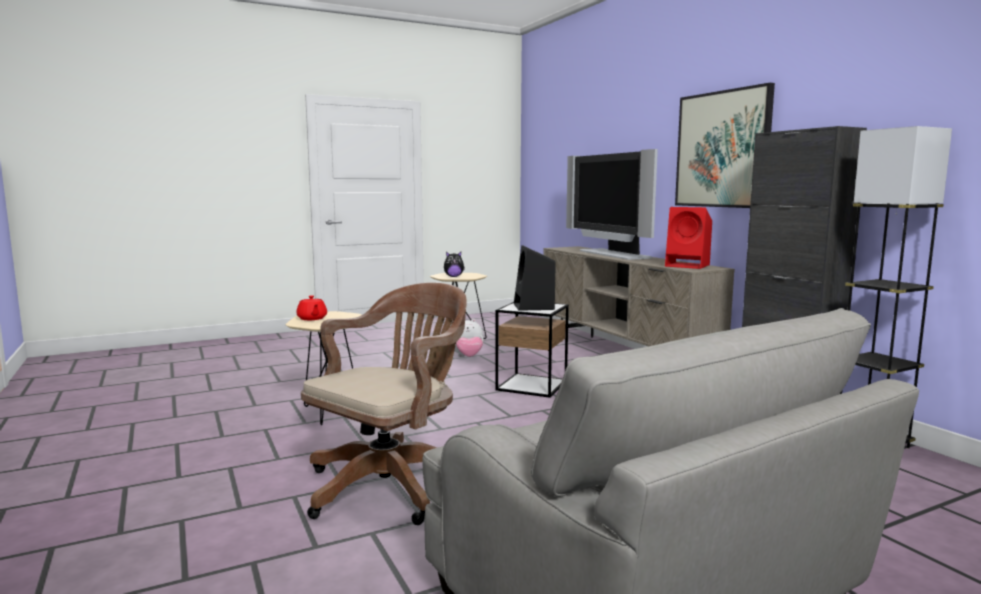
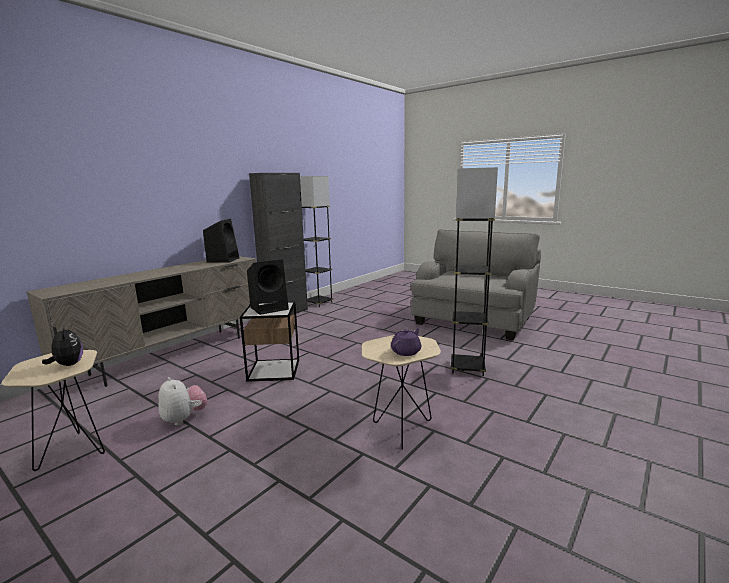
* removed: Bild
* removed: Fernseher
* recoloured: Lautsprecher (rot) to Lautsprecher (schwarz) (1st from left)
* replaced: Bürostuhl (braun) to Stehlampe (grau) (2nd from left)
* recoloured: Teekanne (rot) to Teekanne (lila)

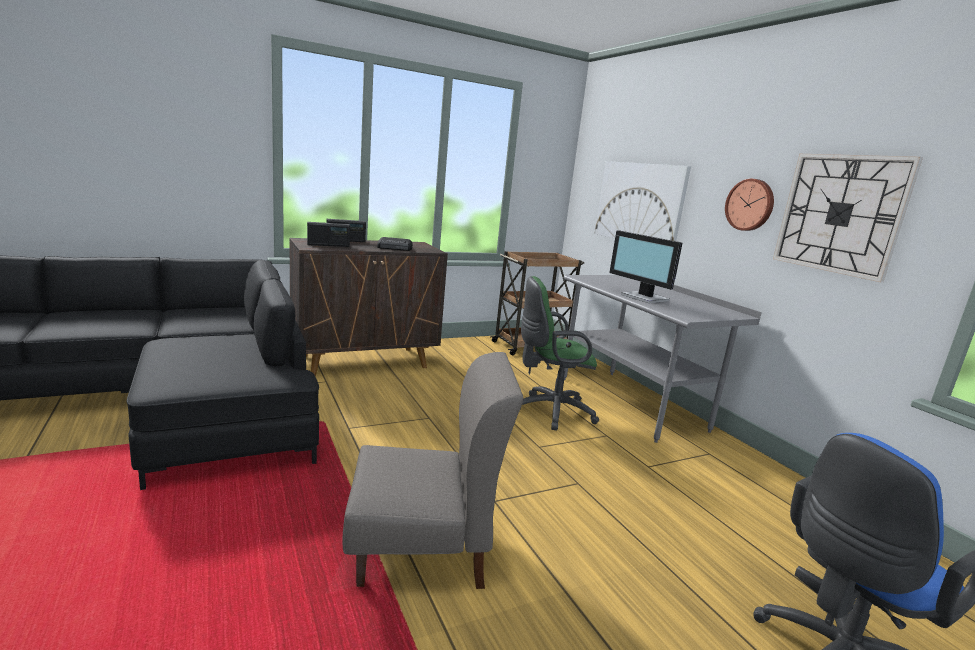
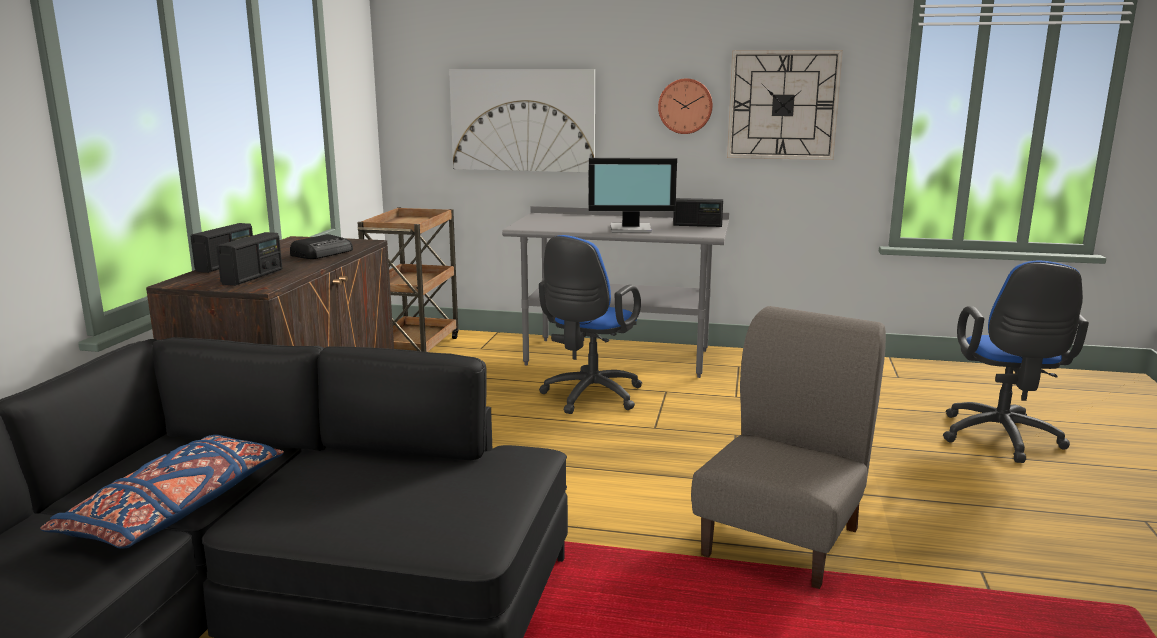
* recoloured: Bürostuhl (grün) to Bürostuhl (blau) (1st from left)
* added: Radio (4th from left)
* added: Kissen (blau)

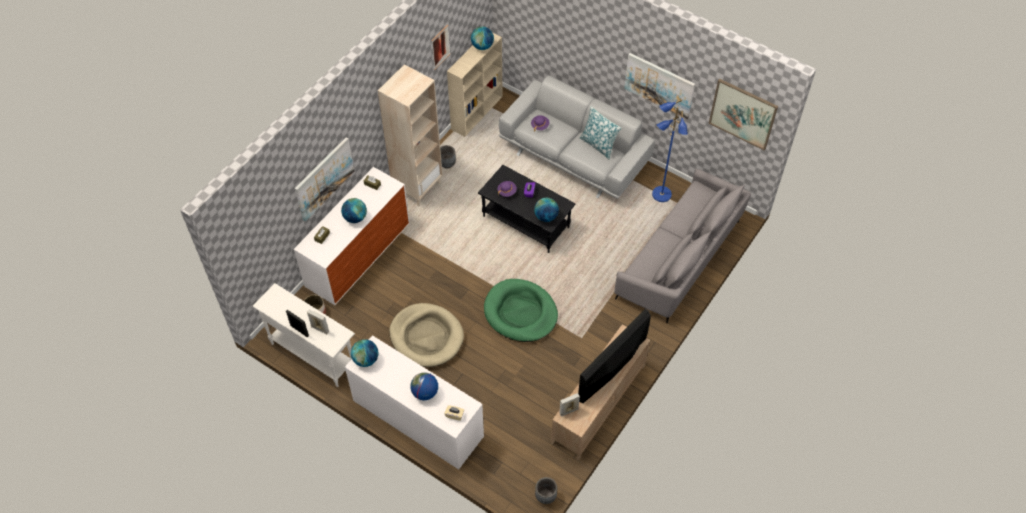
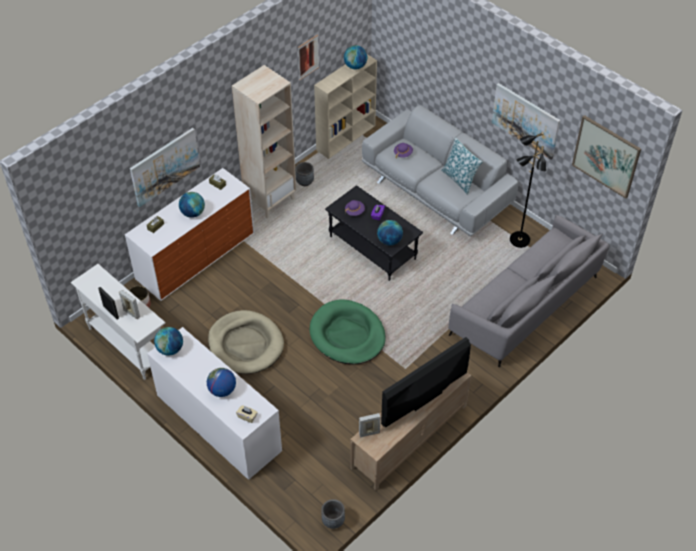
* recoloured: Stehlampe (blau) to Stehlampe (schwarz)

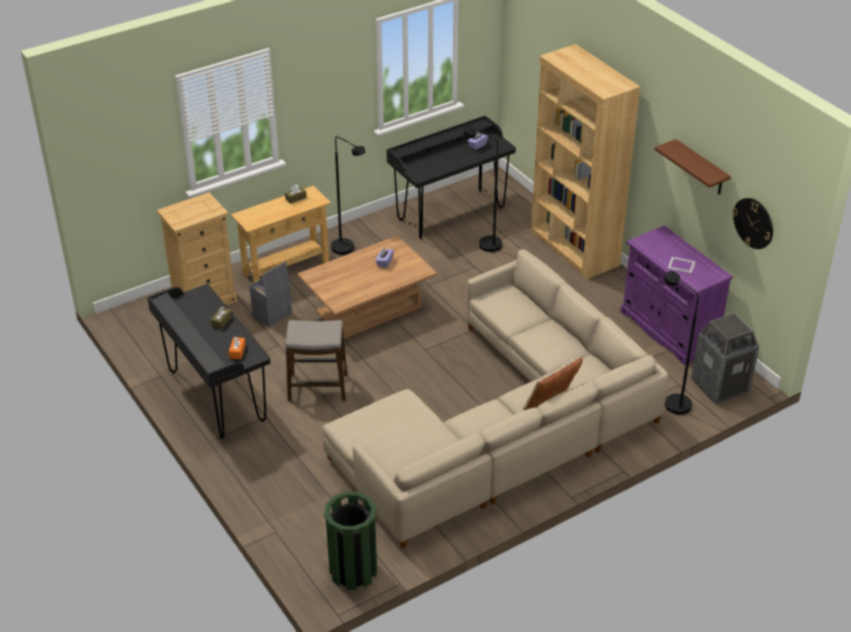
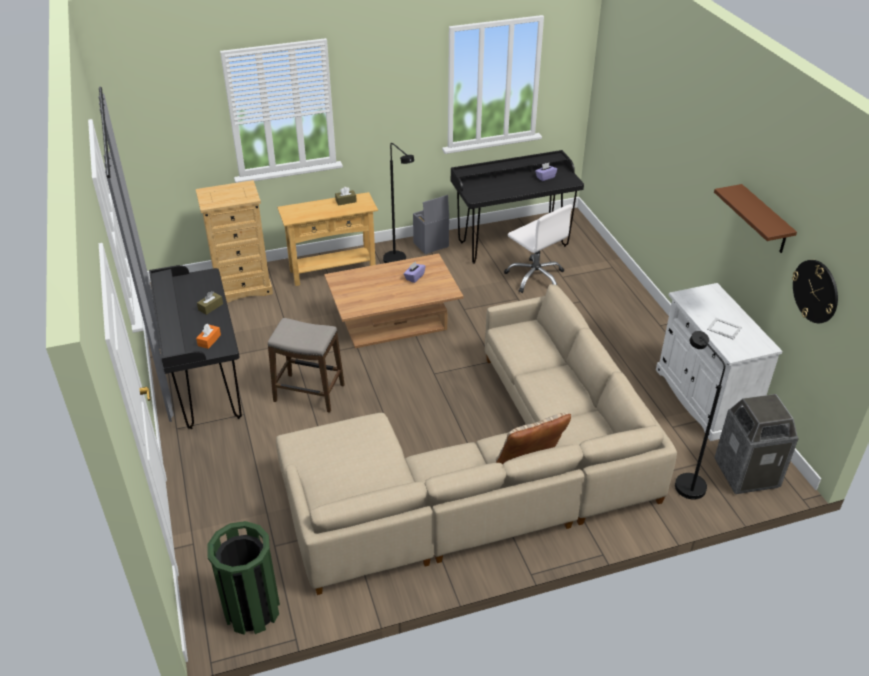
* removed: Bücherregal (braun)
* replaced: Stehlampe (schwarz) (2nd from left) to Bürostuhl (weiß)
* recoloured: Schrank (lila) to Schrank (weiß)
* moved: Aufbewahrungsbox (grau)

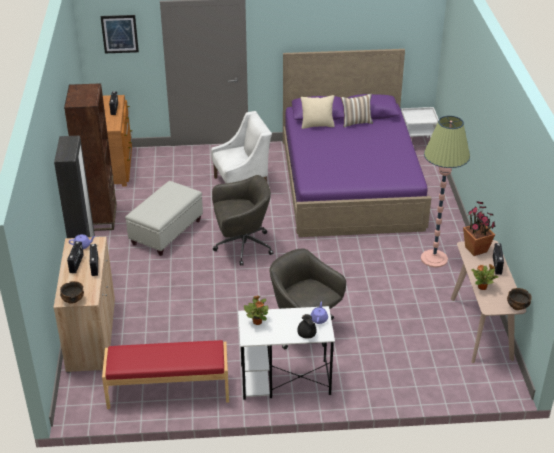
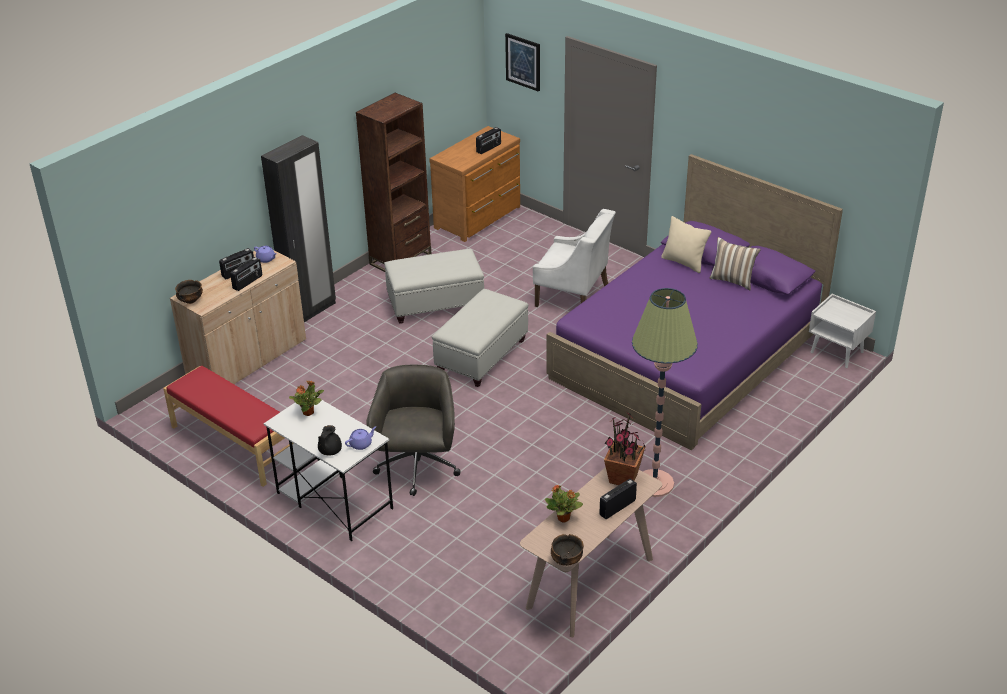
* replaced: Bürostuhl (grau) (1st from left) to Polsterhocker (weiß) (2nd from left)

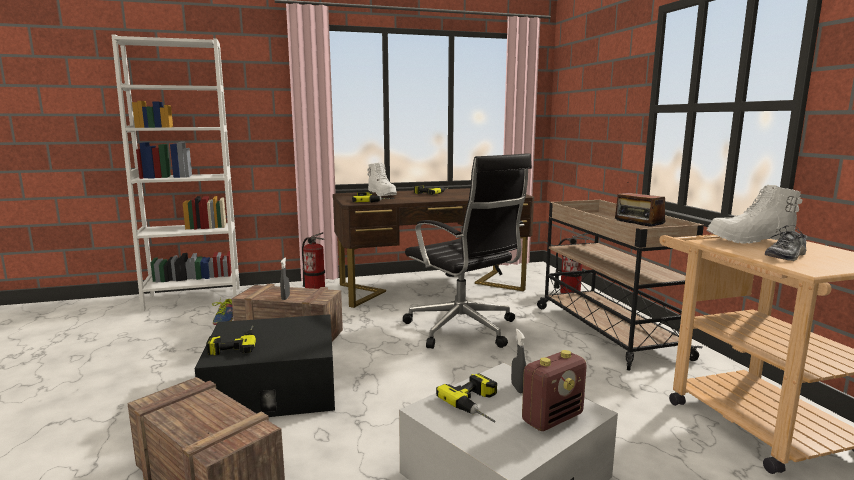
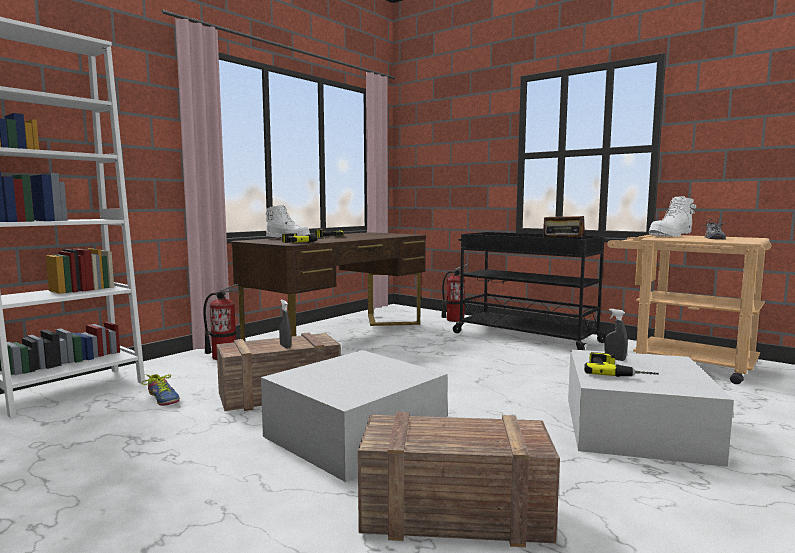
* removed: Bürostuhl (schwarz)
* recoloured: Rollwagen (beige) (1st from left) to Rollwagen (schwarz)
* recoloured: Aufbewahrungsbox (schwarz) to Aufbewahrungsbox (weiß) (1st from left)
* removed: Bohrmaschine (1st from left)
* removed: Radio (1st from left)

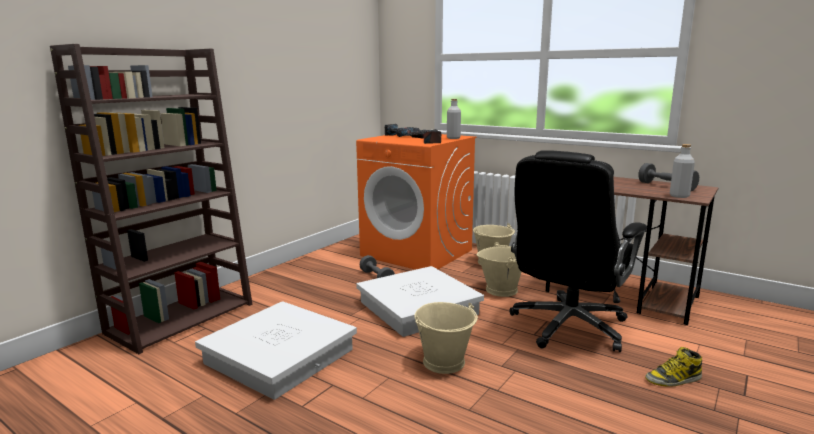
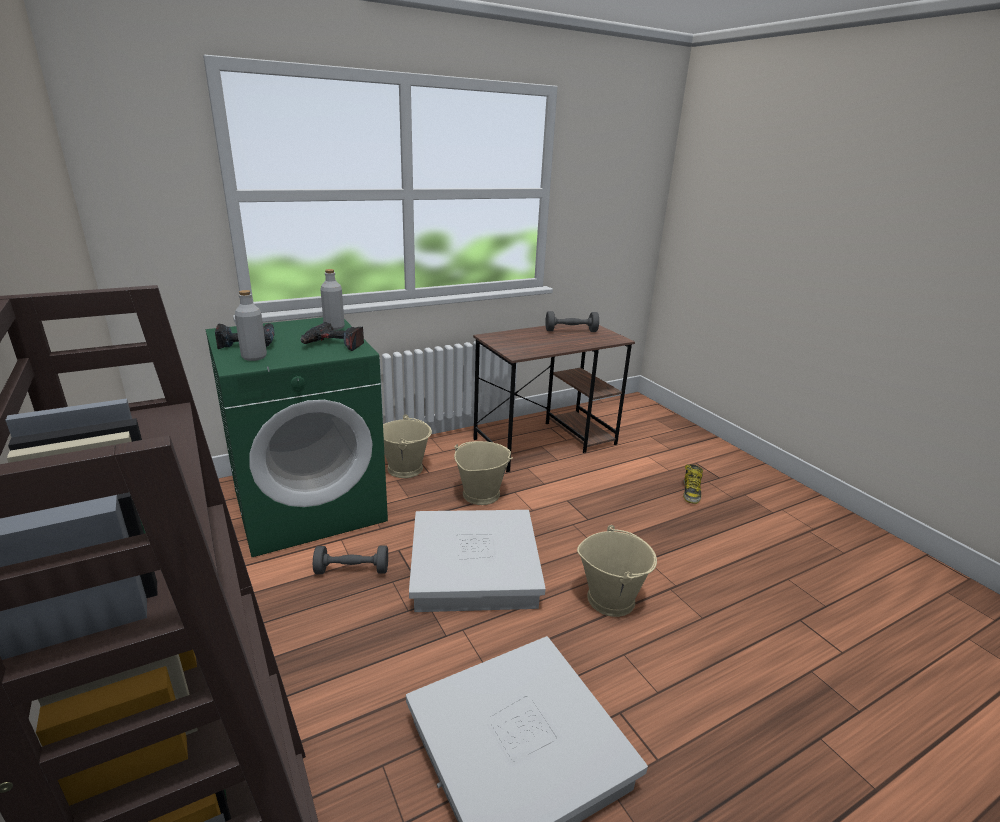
* recoloured: Waschmaschine (orange) to Waschmaschine (grün)
* moved: Flasche (grau) (2nd from left in the first image) to Flasche (grau) (1st from left)
* removed: Bürostuhl (schwarz)

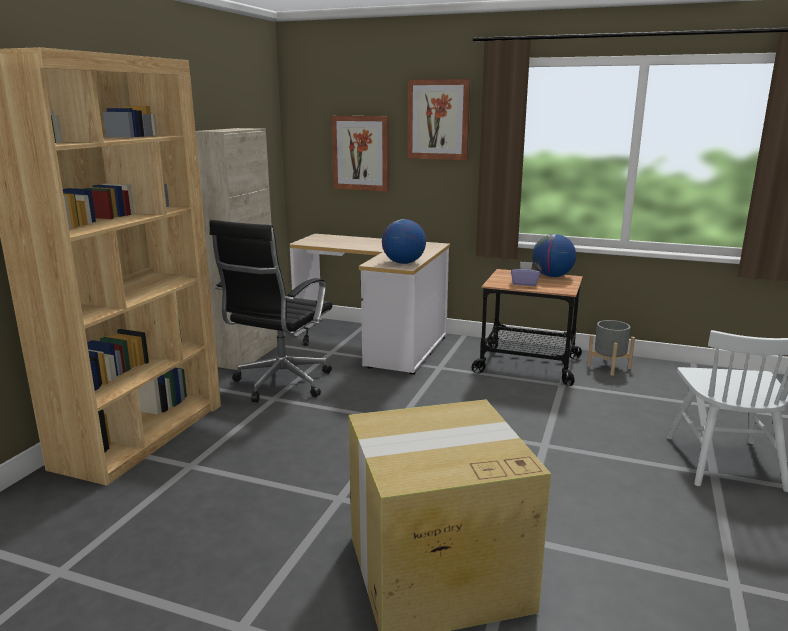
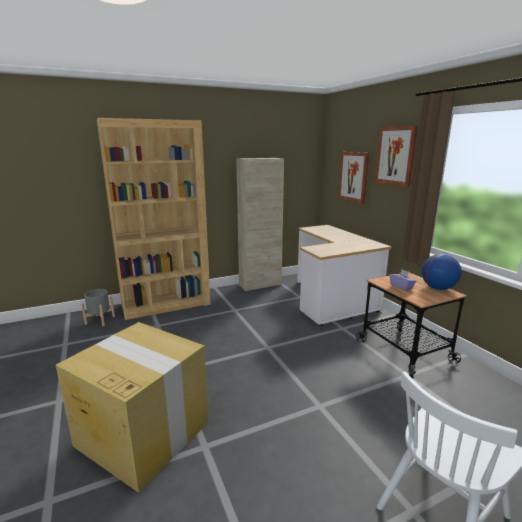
* removed: Globus (1st from left)
* removed: Bürostuhl (schwarz)
* moved: Pflanzkübel (grau)

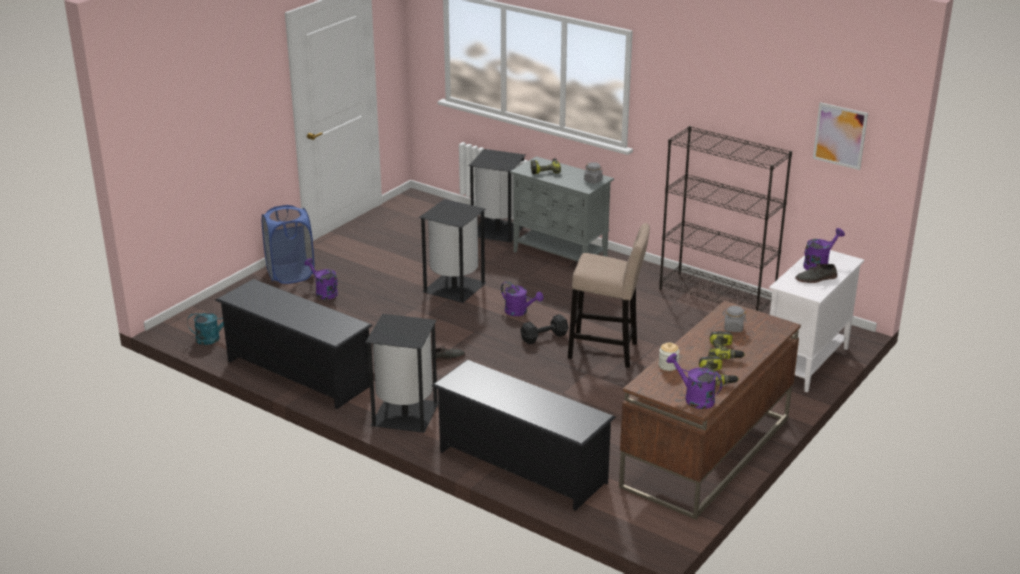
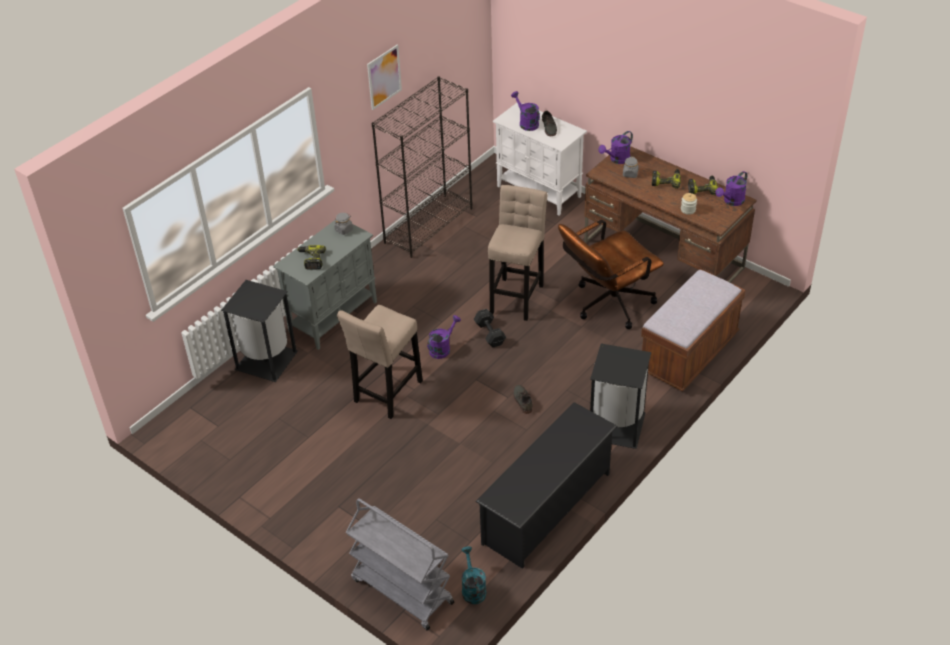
* moved: Bild
* replaced: Mülleimer (schwarz) (2nd from left) to Hocker (beige) (1st from left)
* removed: Wäschekorb (blau)
* moved: Gießkanne (lila) (1st from left in the first image) to Gießkanne (lila) (3rd from left)
* replaced: Schuhregal (schwarz) (2nd from left) to Bank (braun)
* added: Bürostuhl (braun)
* added: Rollwagen (grau)

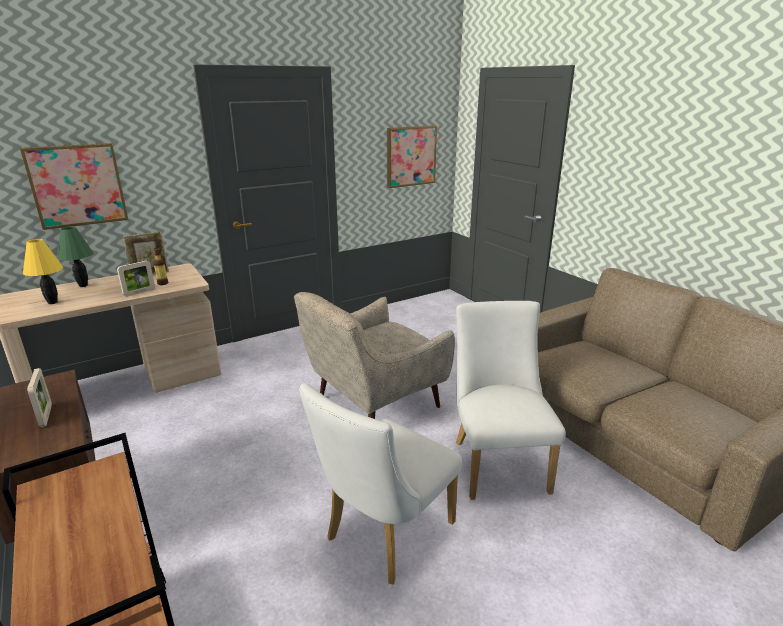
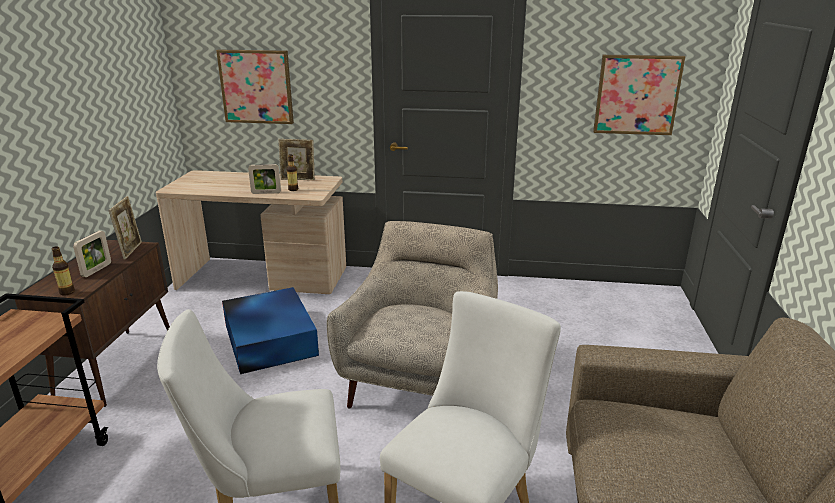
* removed: Tischlampe (grün)
* removed: Tischlampe (gelb)
* turned: Sessel (beige) 105 degrees clockwise
* added: Bilderrahmen (2nd from left)
* added: Flasche (1st from left)
* added: Aufbewahrungsbox (blau)

